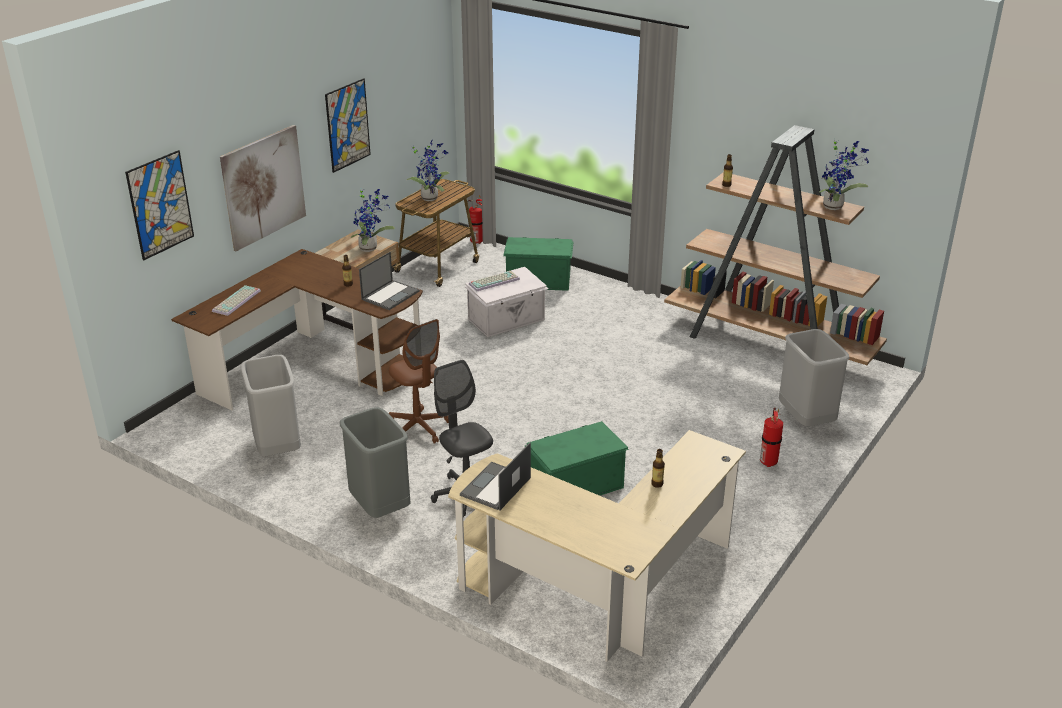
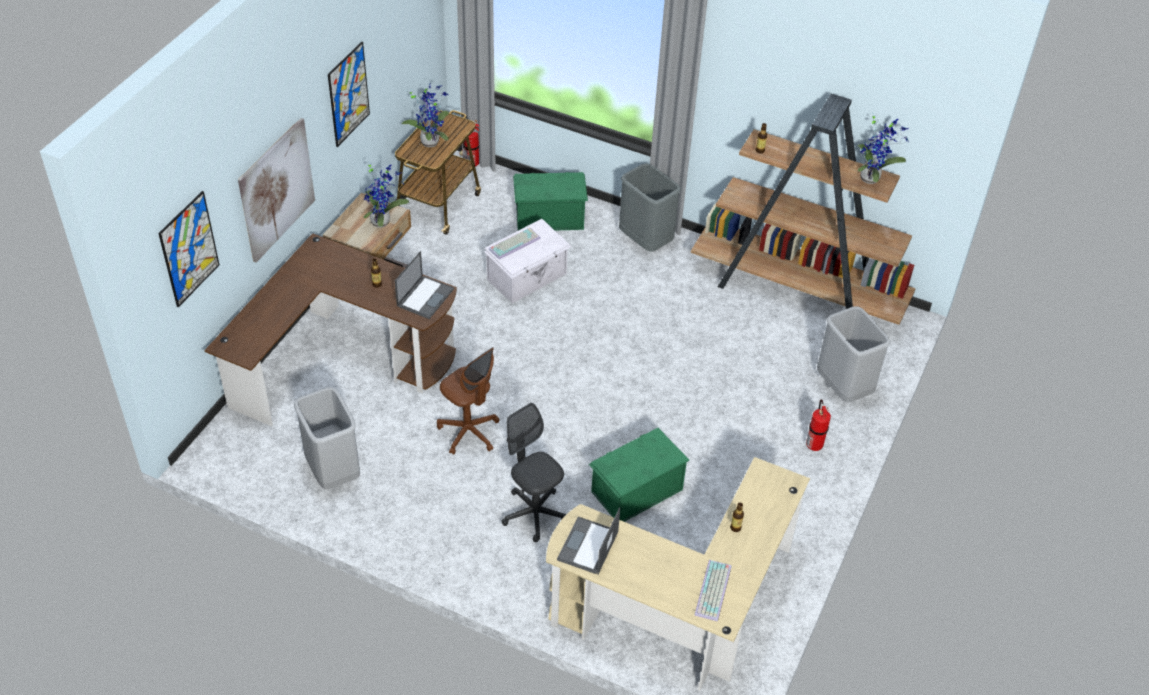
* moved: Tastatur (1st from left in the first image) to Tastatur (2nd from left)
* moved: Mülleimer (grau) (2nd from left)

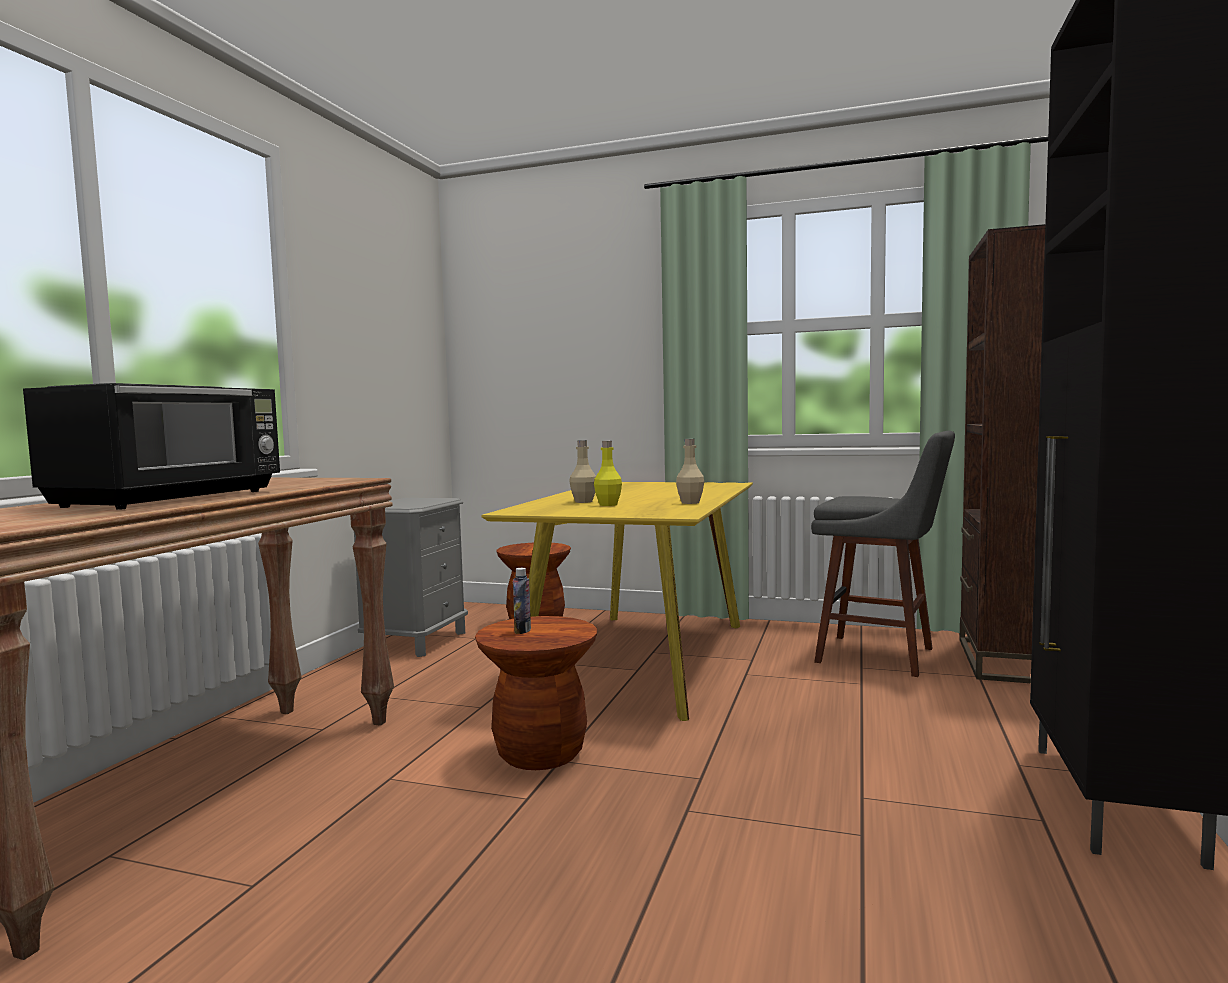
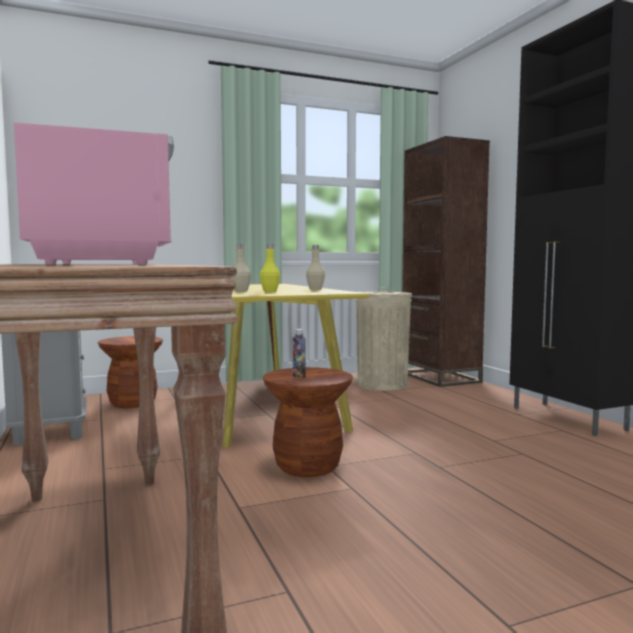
* recoloured: Mikrowelle (schwarz) to Mikrowelle (rosa)
* replaced: Hocker (grau) to Mülleimer (beige)

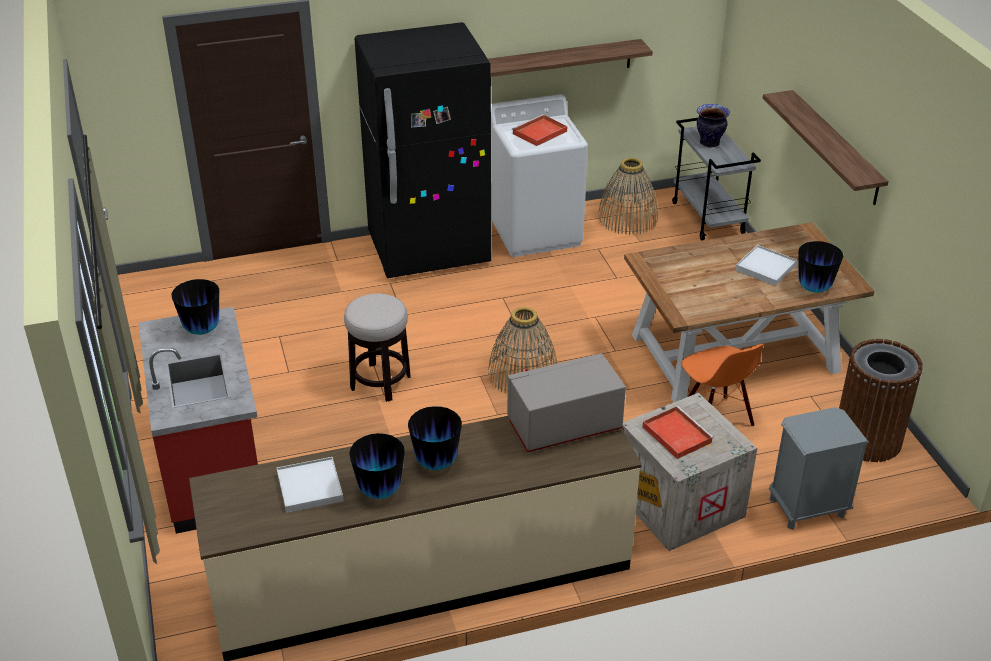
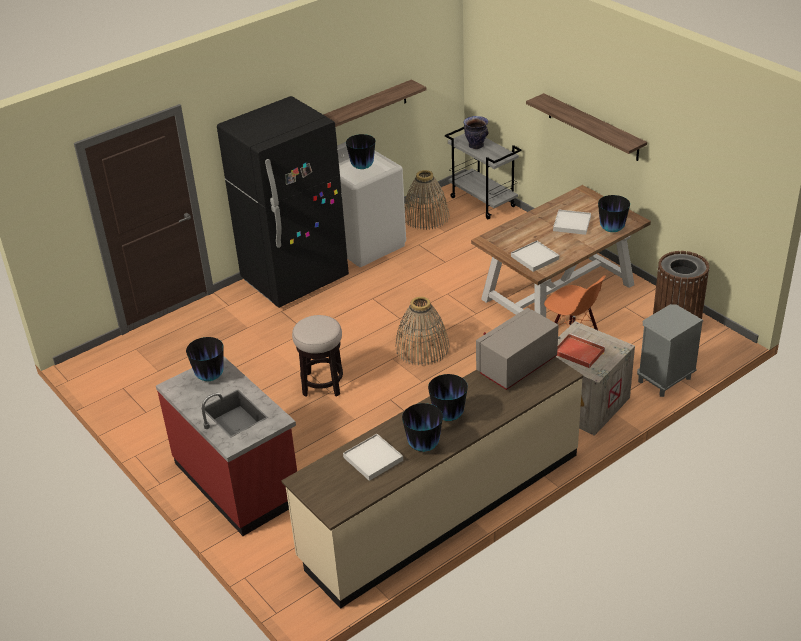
* replaced: Tablett (rot) (1st from left) to Vase (2nd from left)
* added: Tablett (weiß) (2nd from left)

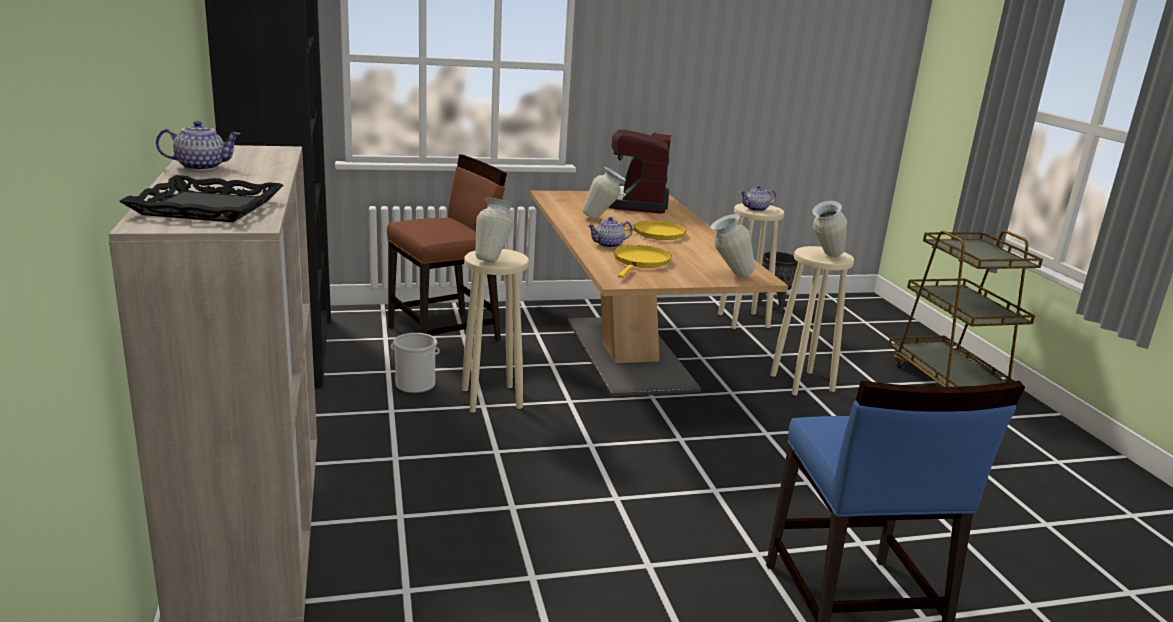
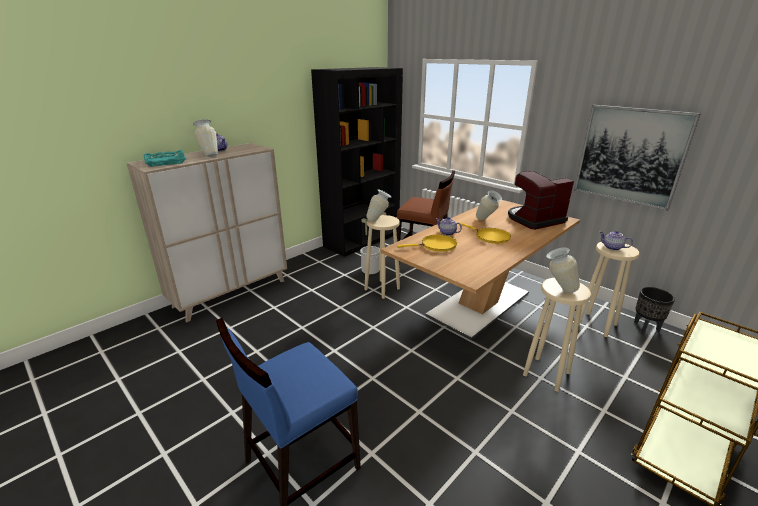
* recoloured: Tablett (schwarz) to Tablett (türkis)
* moved: Vase (3rd from left in the first image) to Vase (1st from left)
* added: Bild

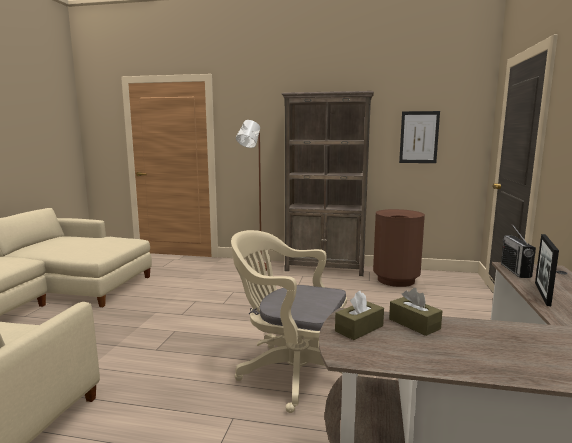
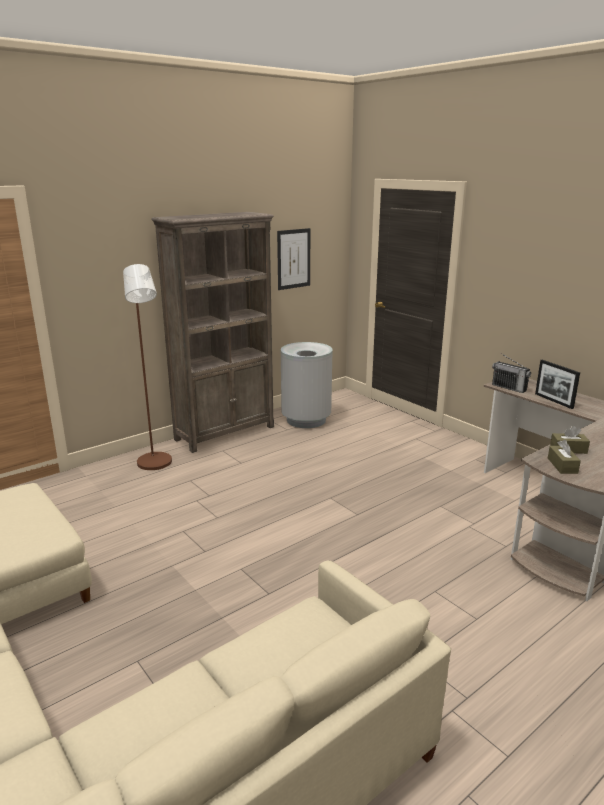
* recoloured: Mülleimer (braun) to Mülleimer (grau)
* removed: Bürostuhl (beige)

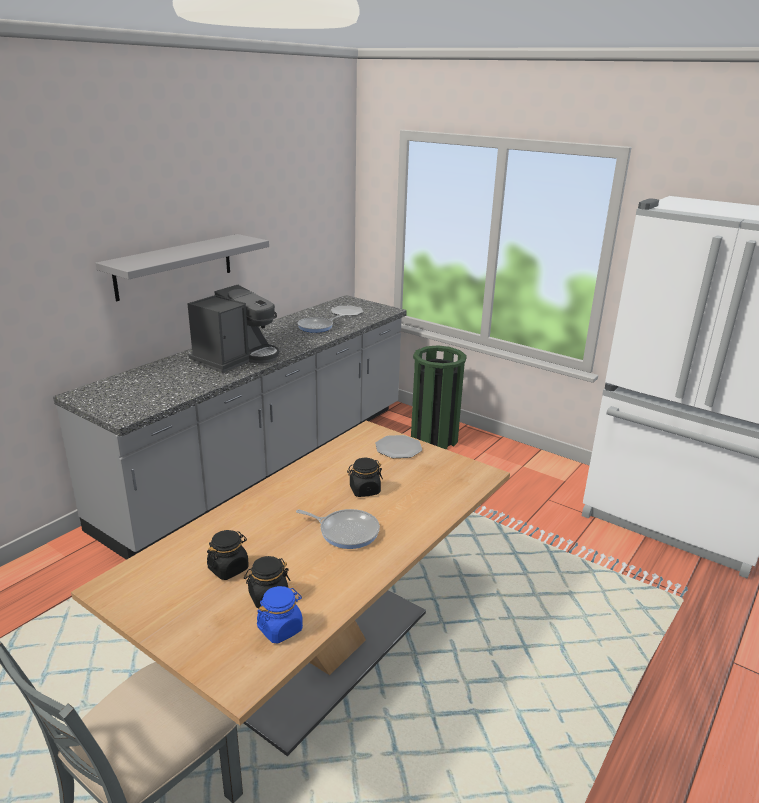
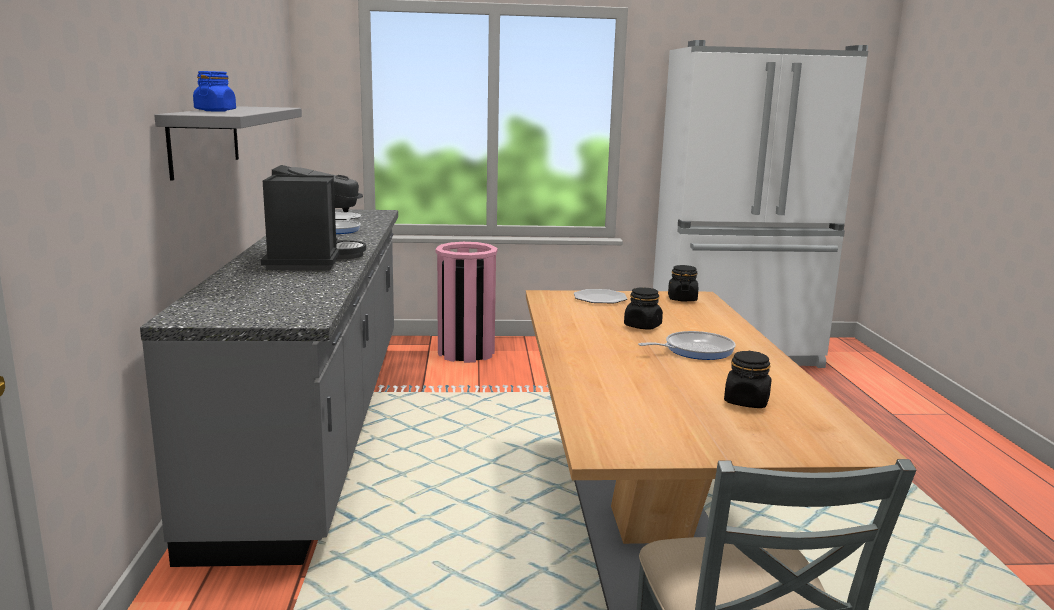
* recoloured: Mülleimer (grün) to Mülleimer (rosa)
* moved: Vorratsglas (schwarz) (1st from left in the first image) to Vorratsglas (schwarz) (2nd from left)
* moved: Vorratsglas (blau)

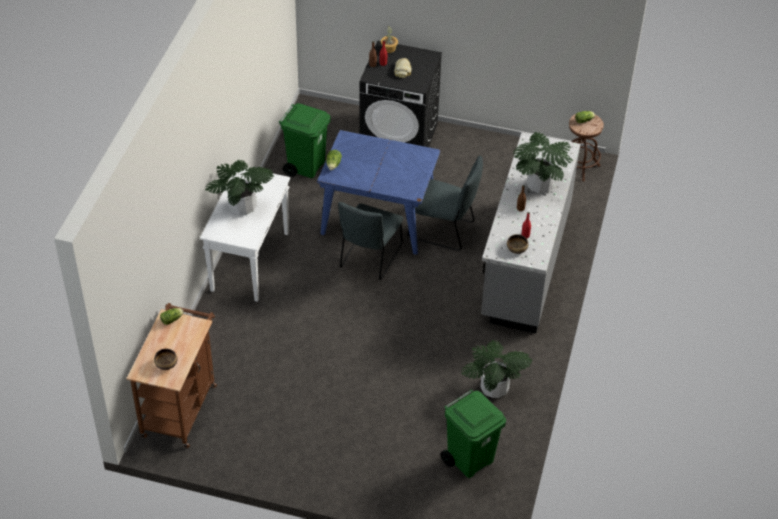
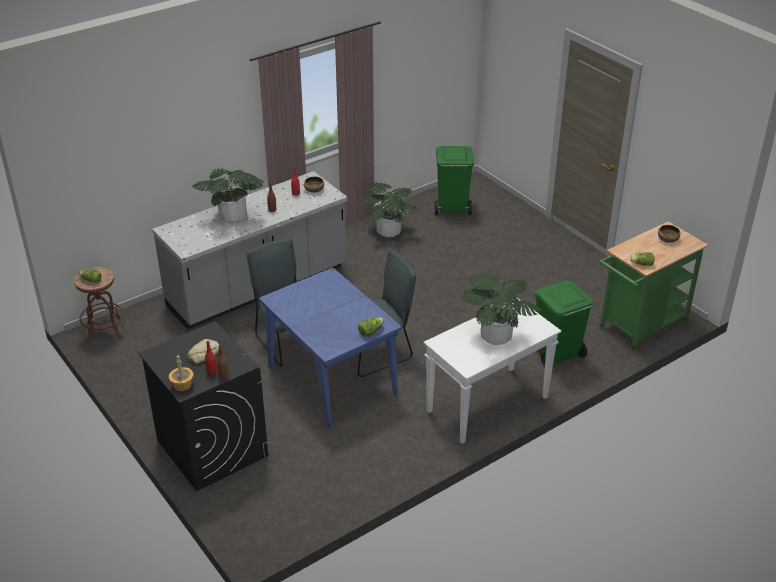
* moved: Mülleimer (grün) (1st from left in the first image) to Mülleimer (grün) (2nd from left)
* recoloured: Rollwagen (braun) to Rollwagen (grün)

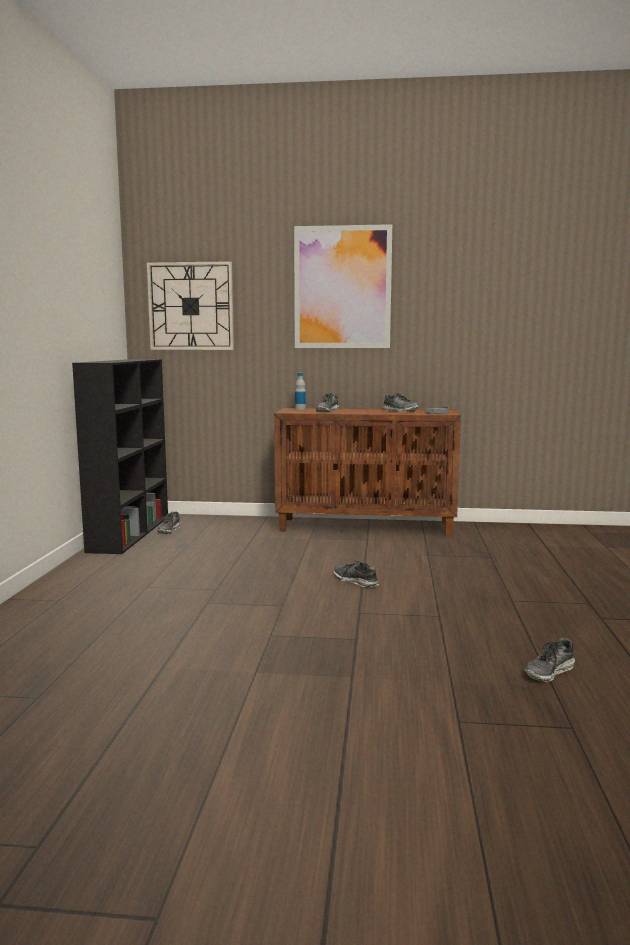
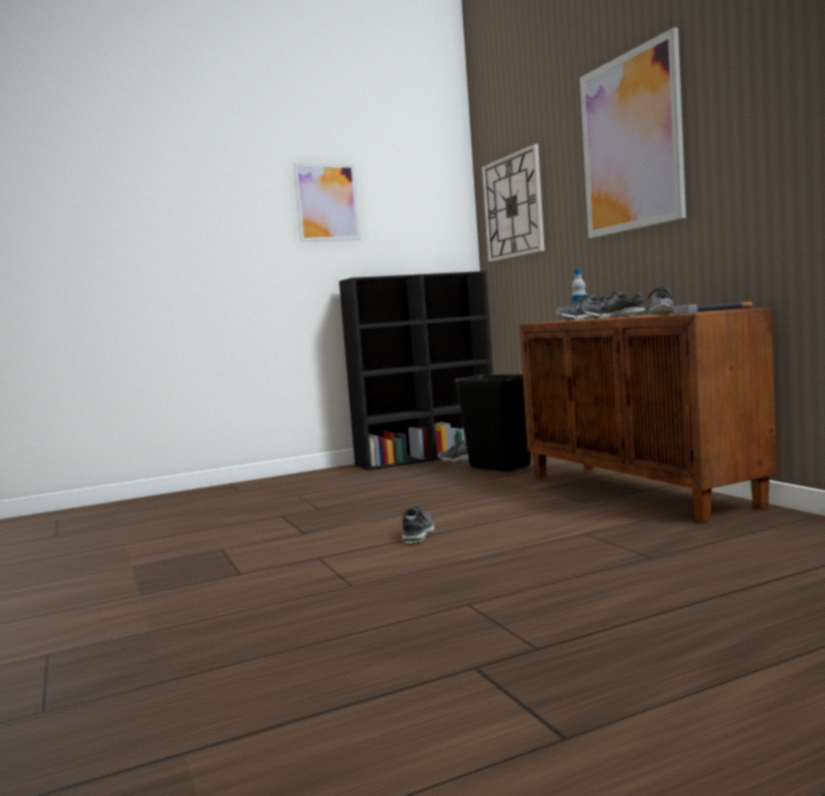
* moved: Schuh (5th from left in the first image) to Schuh (4th from left)
* added: Bild (1st from left)
* added: Mülleimer (schwarz)

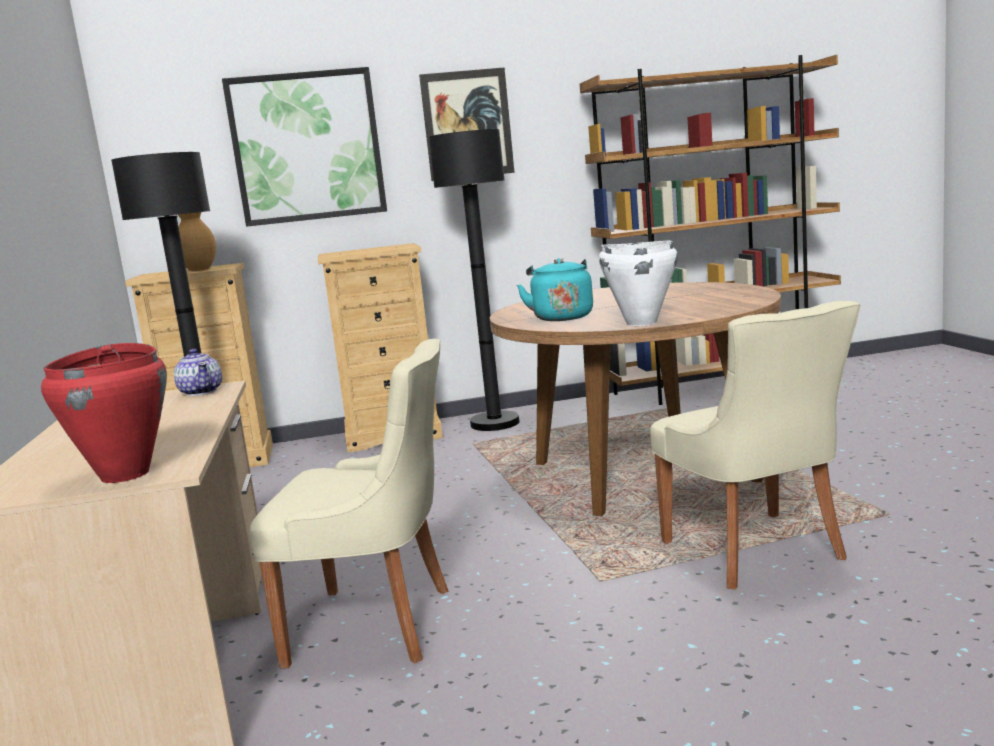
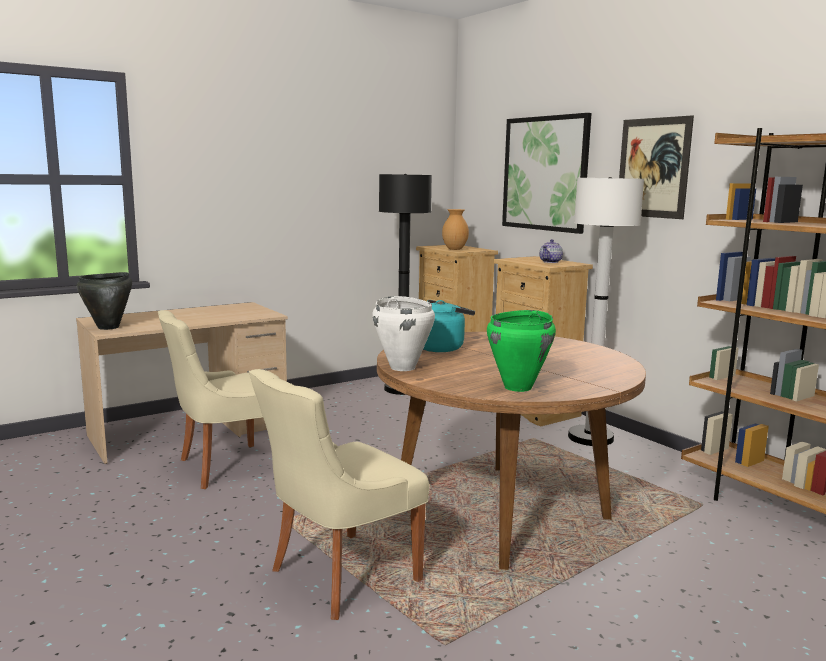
* recoloured: Stehlampe (schwarz) (2nd from left) to Stehlampe (weiß)
* turned: Stuhl (beige) (1st from left) 75 degrees clockwise
* recoloured: Kochtopf (rot) to Kochtopf (schwarz)
* moved: Teekanne
* added: Kochtopf (grün)

